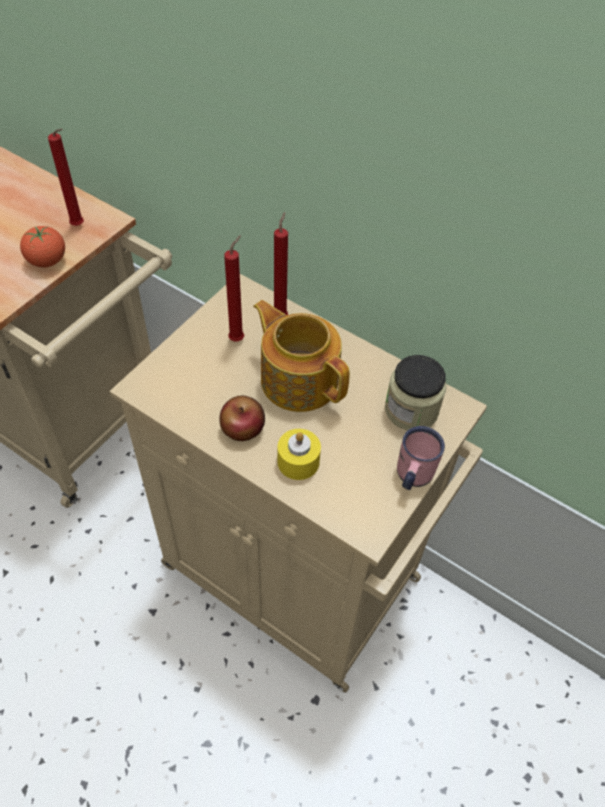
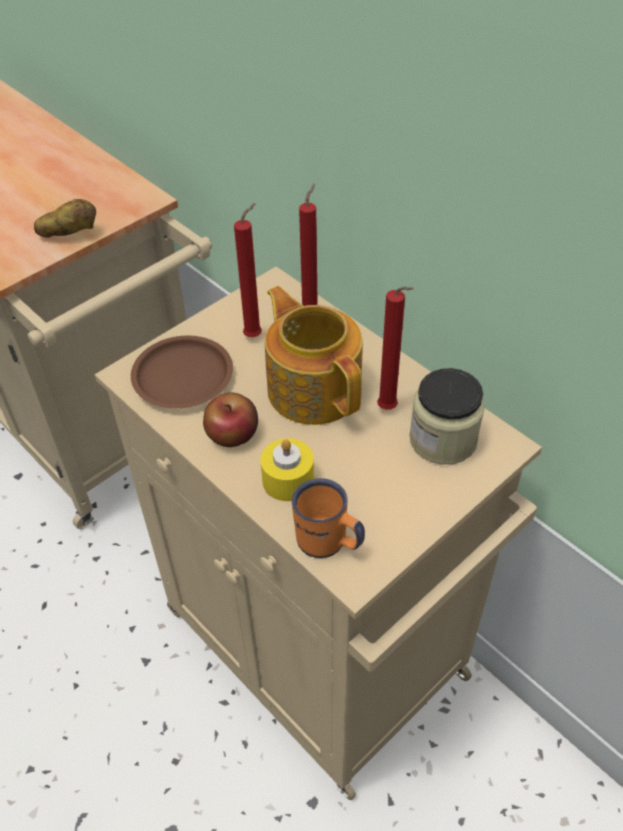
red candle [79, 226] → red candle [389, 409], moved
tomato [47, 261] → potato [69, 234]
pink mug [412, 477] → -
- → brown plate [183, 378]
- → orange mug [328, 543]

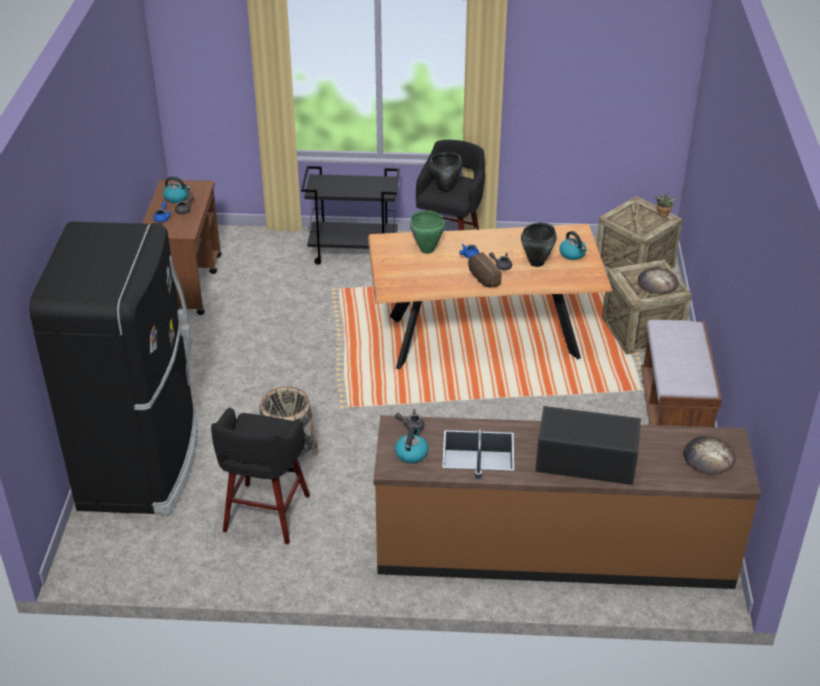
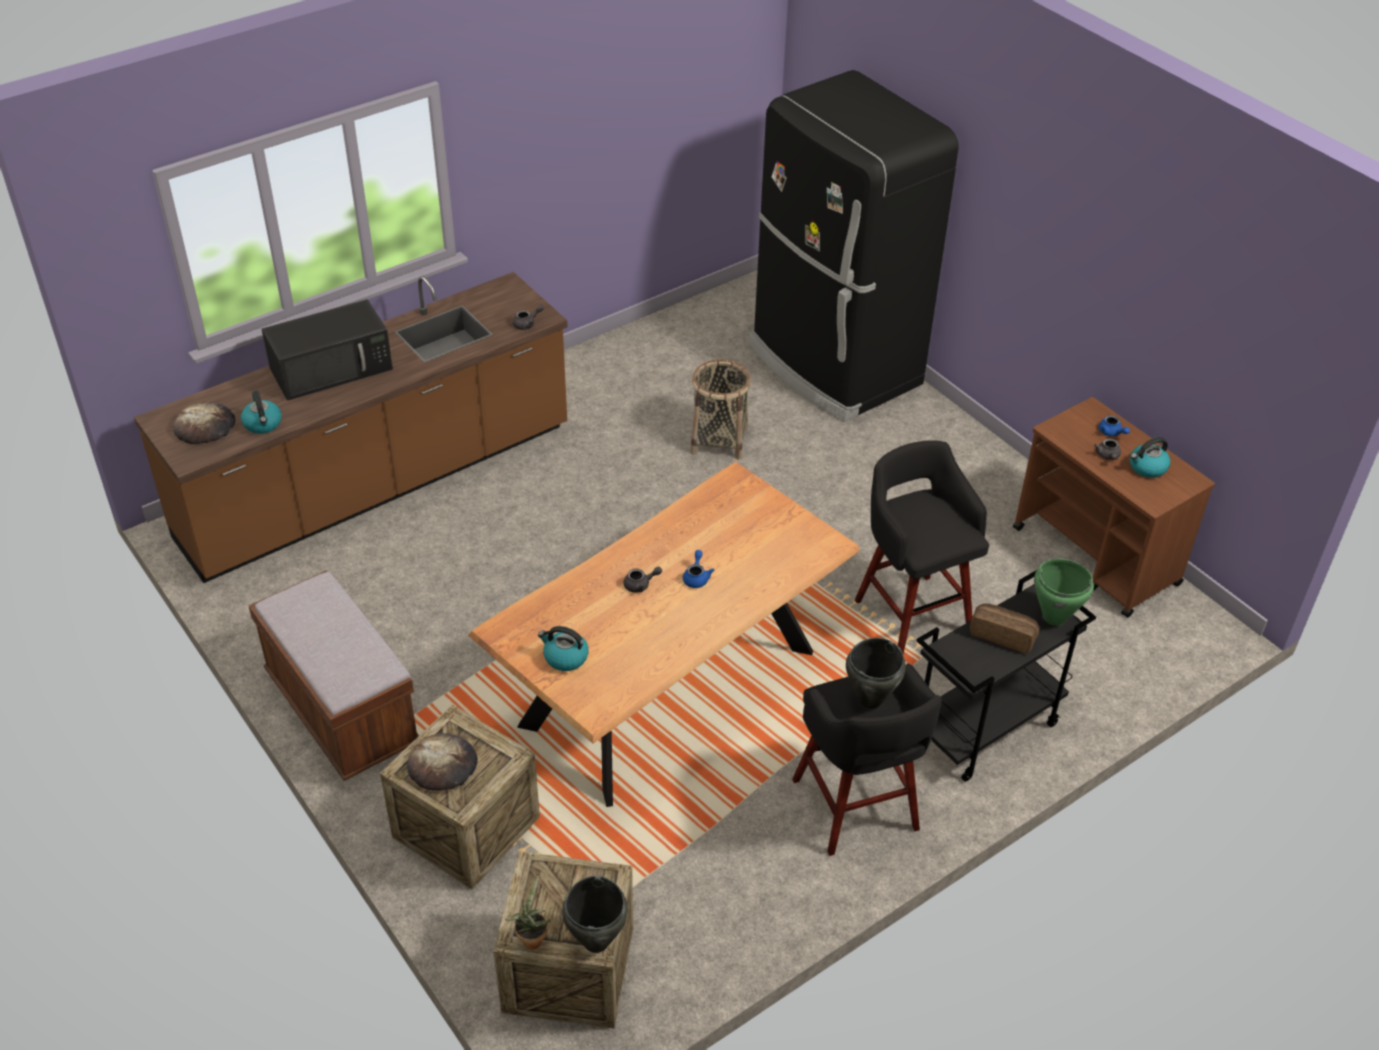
green cooking pot [427, 250] → green cooking pot [1054, 617], moved
black cooking pot [537, 263] → black cooking pot [595, 941], moved
bread [482, 278] → bread [1003, 635], moved
black stool [265, 515] → black stool [911, 613], moved
kettle [411, 453] → kettle [263, 424], moved

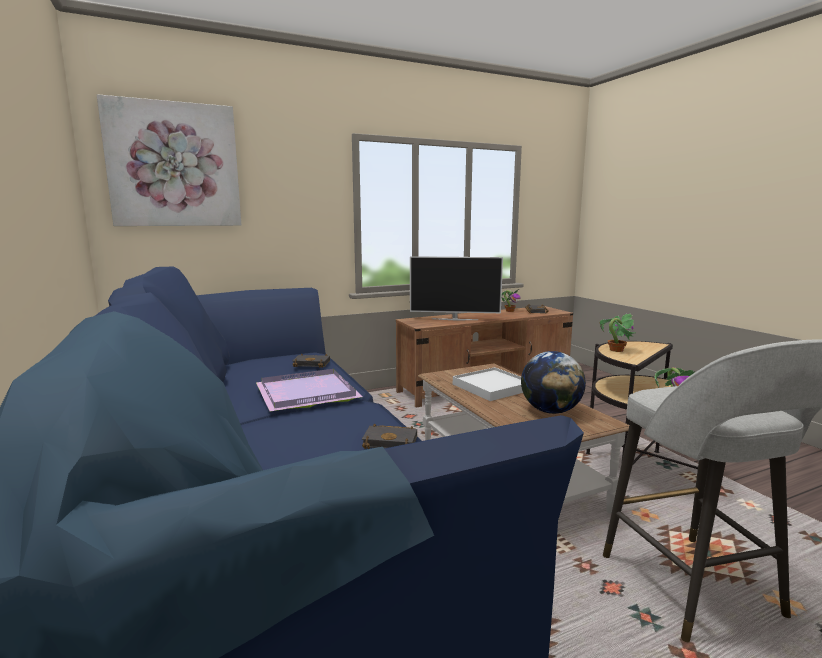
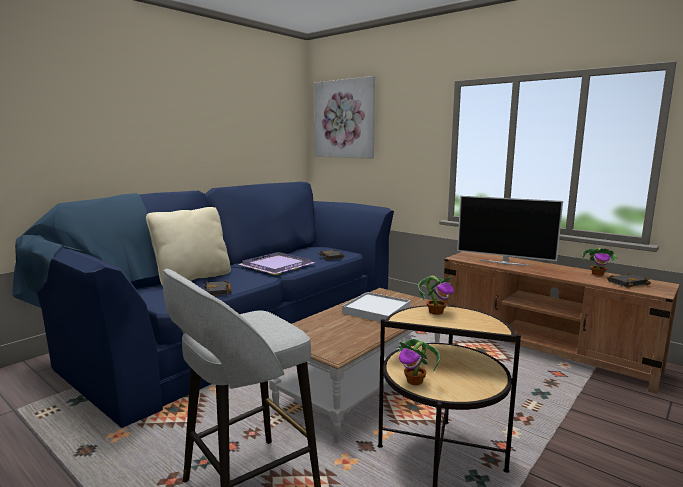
television [454, 319] → television [504, 262], 45 degrees counterclockwise
globe [550, 411] → -
- → beige pillow [192, 278]

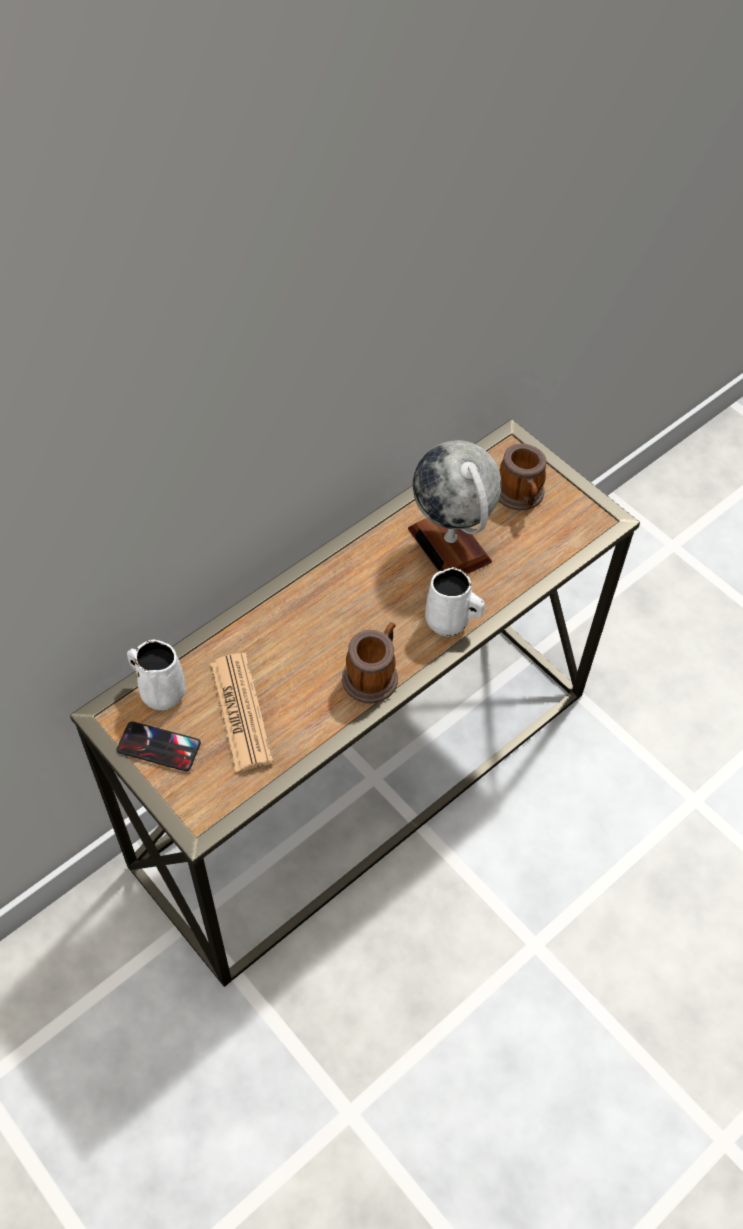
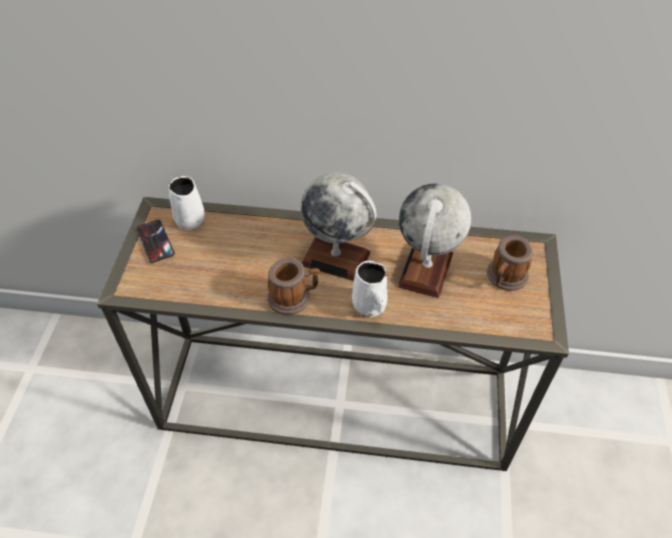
newspaper [241, 712] → -
- → globe [336, 258]

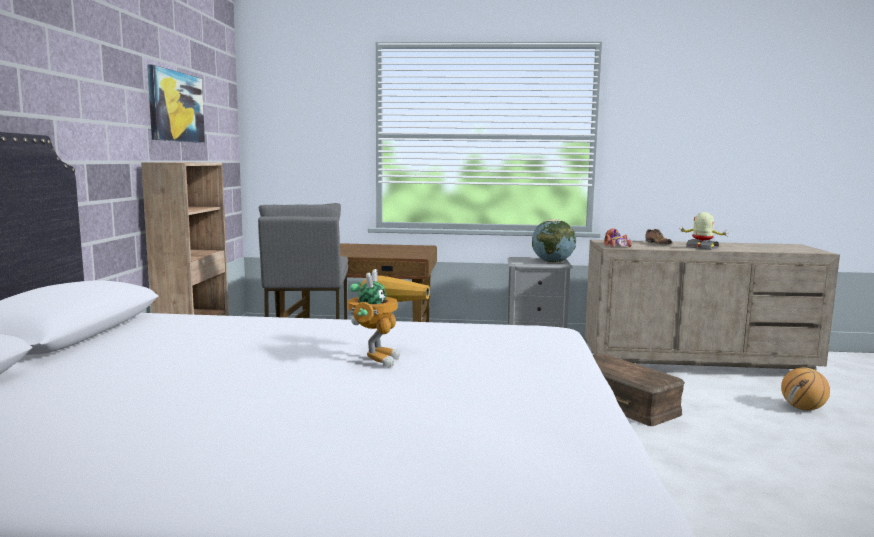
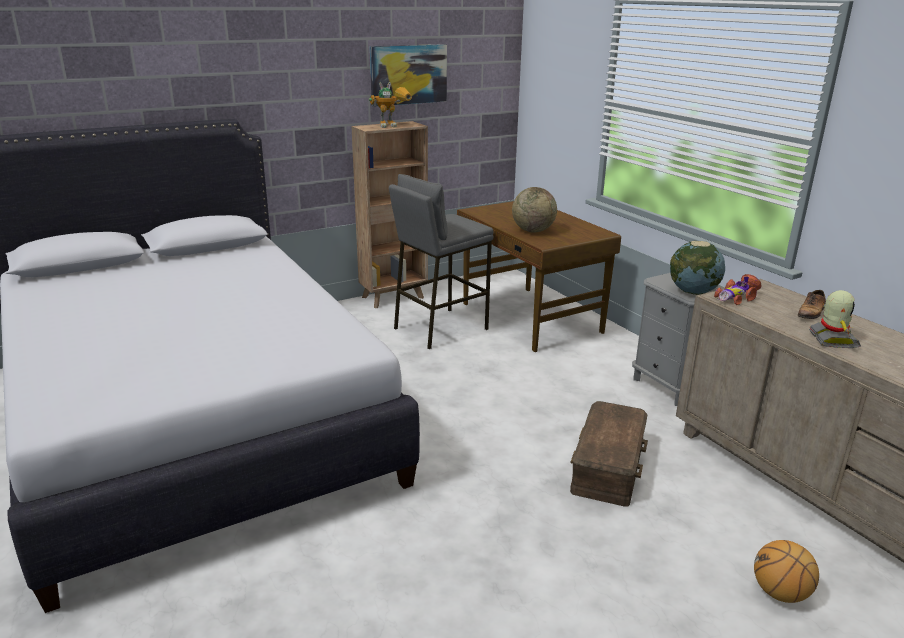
toy robot [380, 356] → toy robot [393, 125], moved
- → globe [533, 231]

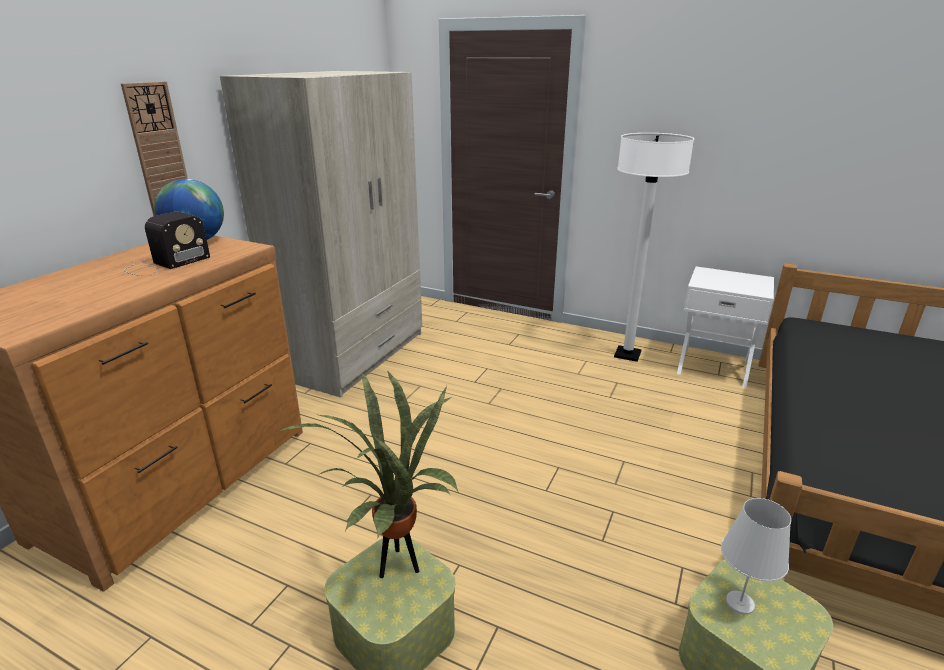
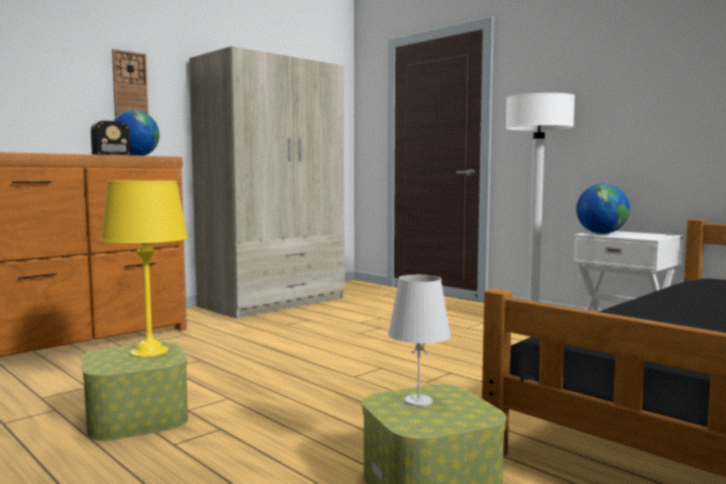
potted plant [396, 566] → yellow table lamp [149, 351]
- → globe [601, 233]

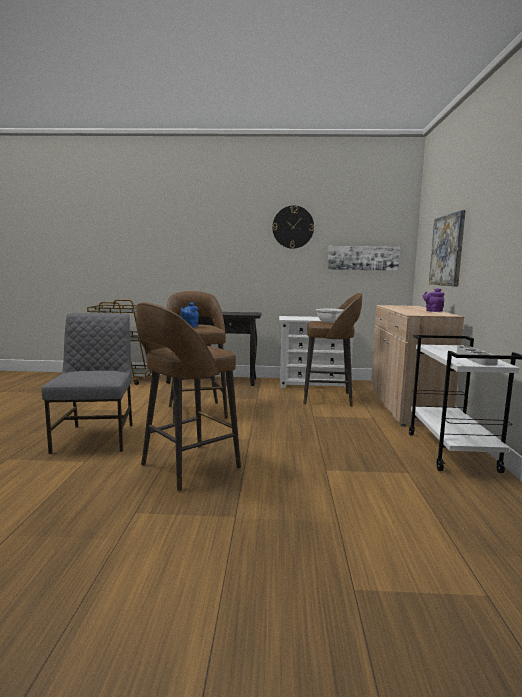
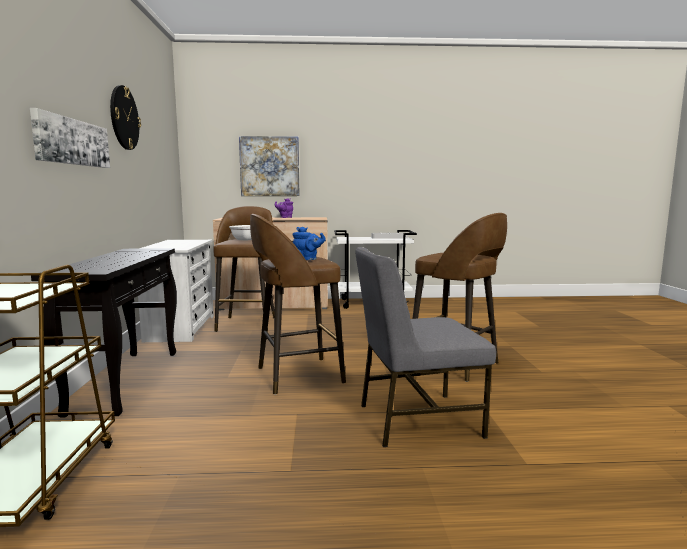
picture [362, 258] → picture [72, 142], moved

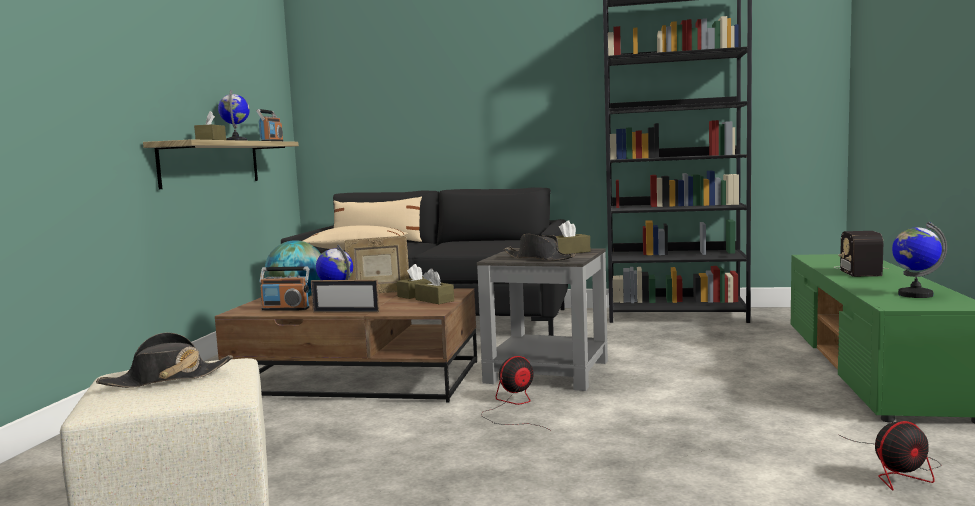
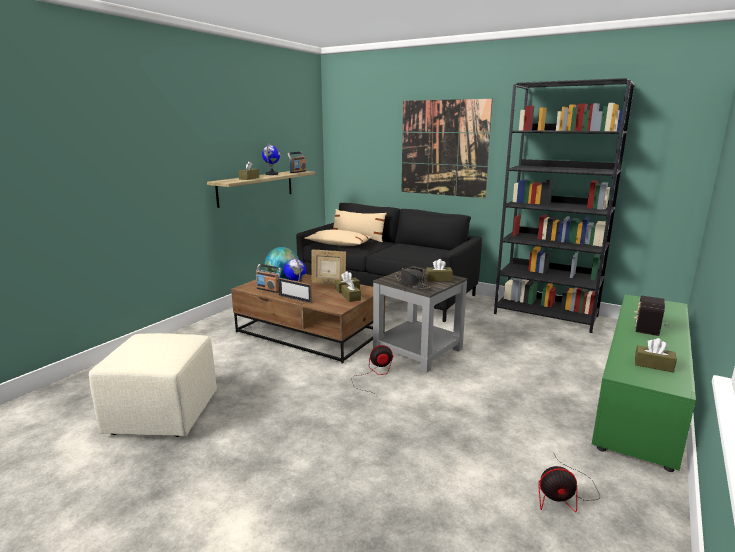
globe [915, 295] → brown tissue box [653, 365]
black hat [167, 379] → -
- → picture [443, 148]

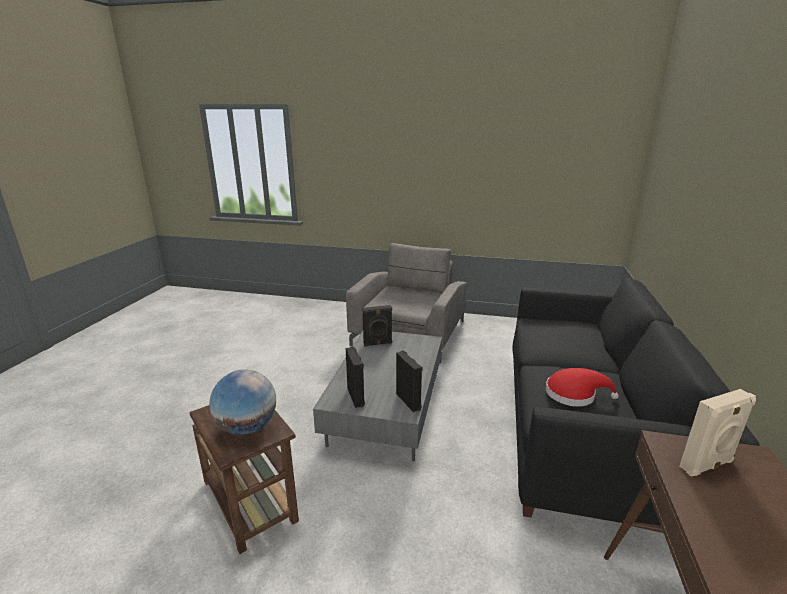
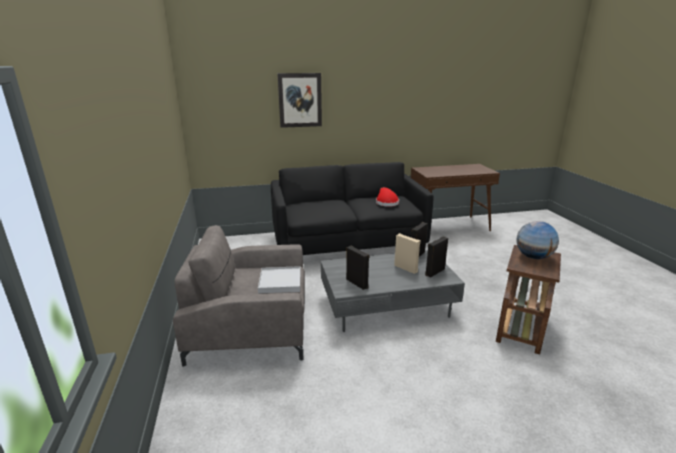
beige speaker [707, 465] → beige speaker [406, 268], moved
- → picture [300, 100]
- → white tray [280, 282]

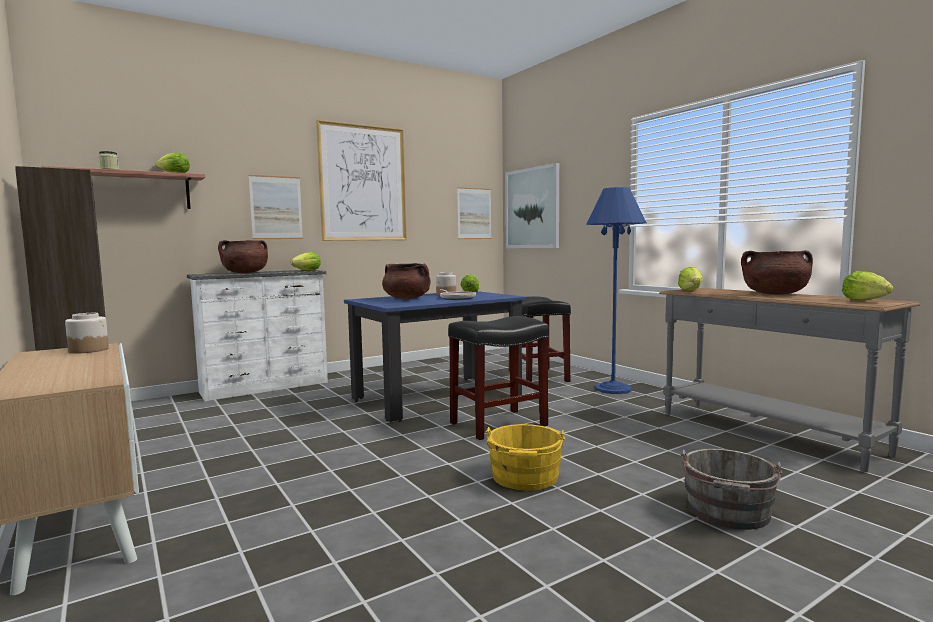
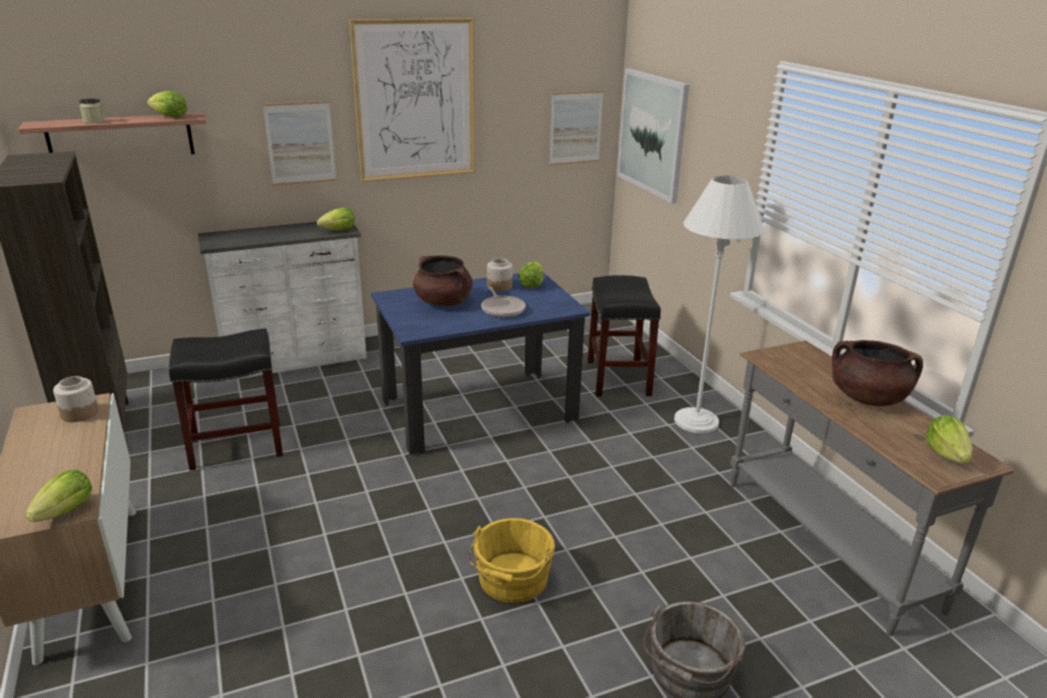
blue floor lamp [613, 389] → white floor lamp [696, 421]
brown cooking pot [245, 273] → -
lettuce [691, 291] → lettuce [66, 511], moved
black stool [498, 424] → black stool [235, 446], moved

